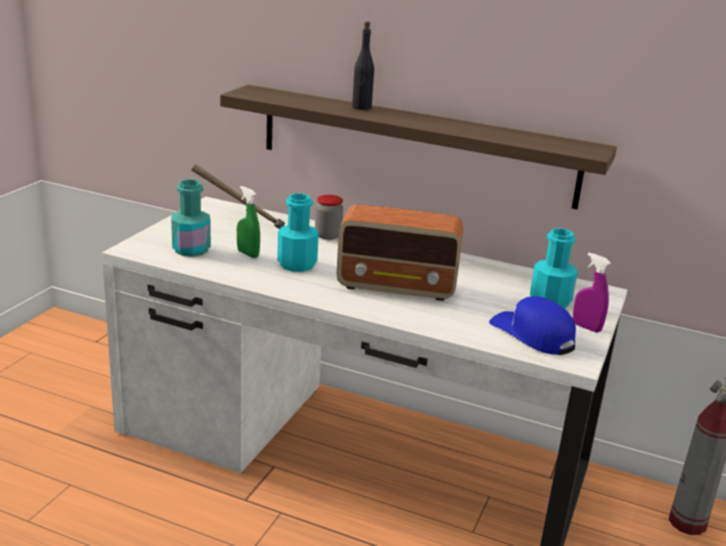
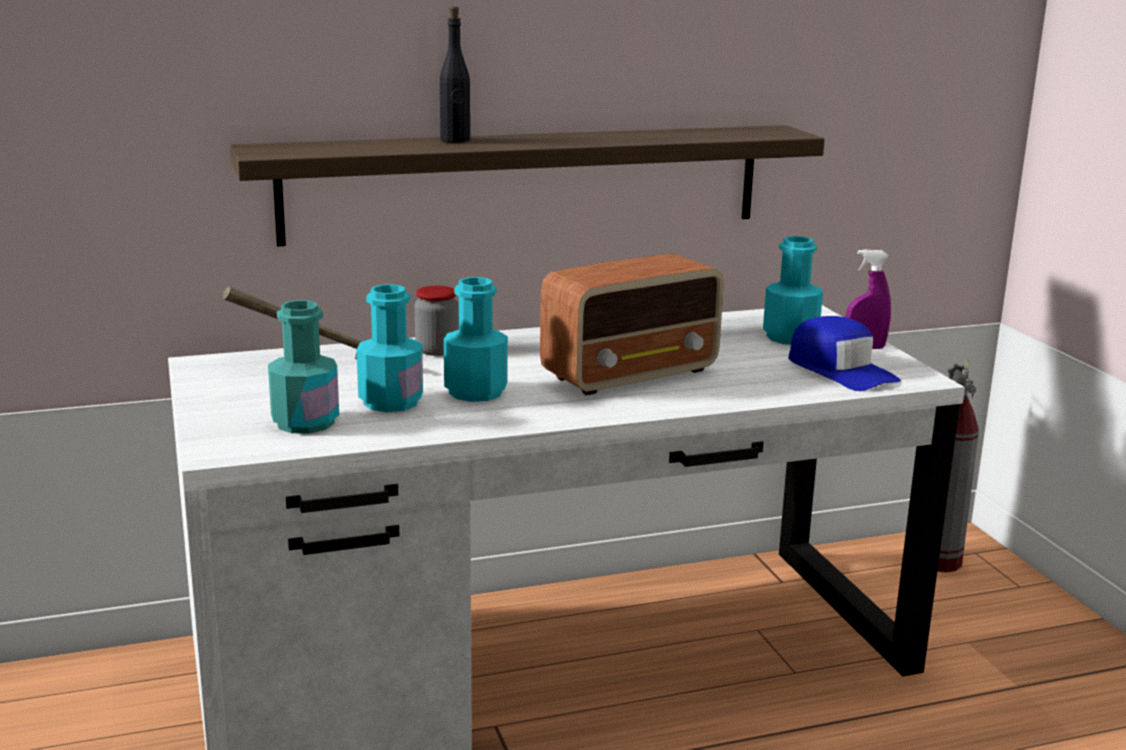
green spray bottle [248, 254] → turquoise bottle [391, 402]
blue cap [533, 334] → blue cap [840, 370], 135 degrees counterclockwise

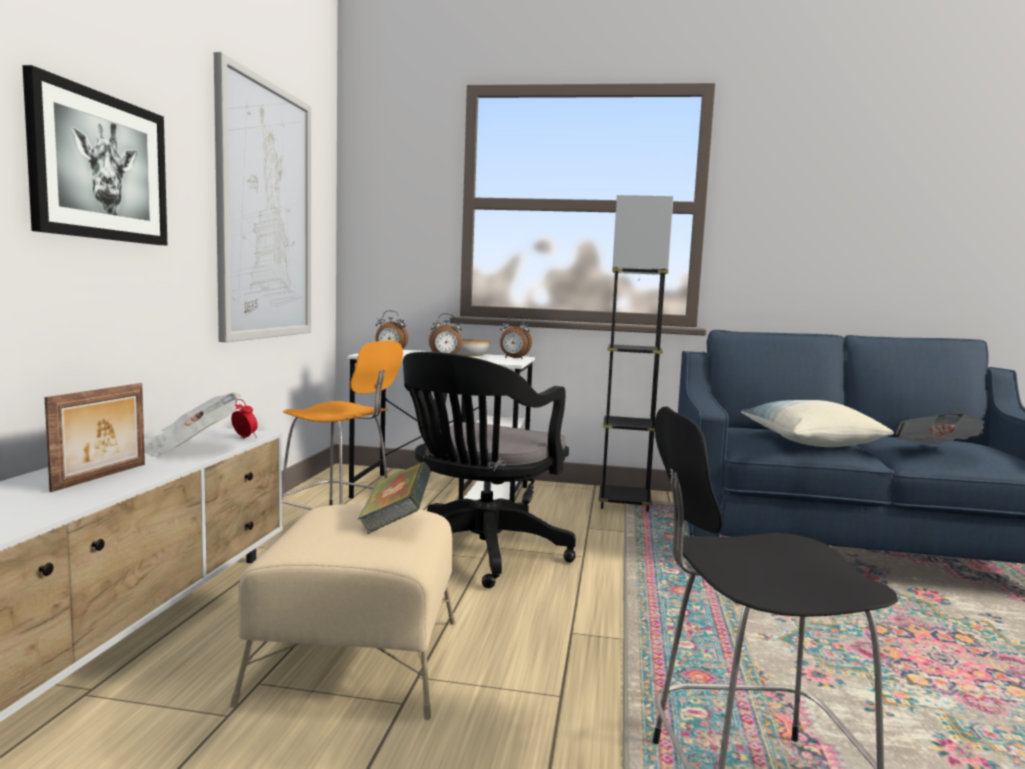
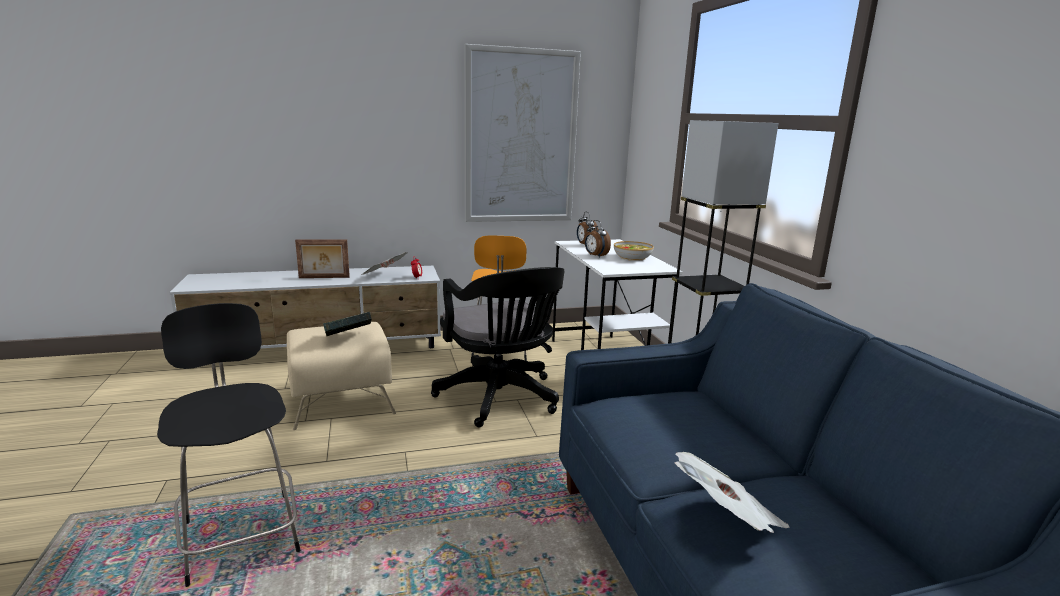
picture [100, 167] → -
alarm clock [514, 358] → -
black office chair [479, 554] → black office chair [500, 399], 120 degrees counterclockwise
pillow [810, 441] → -

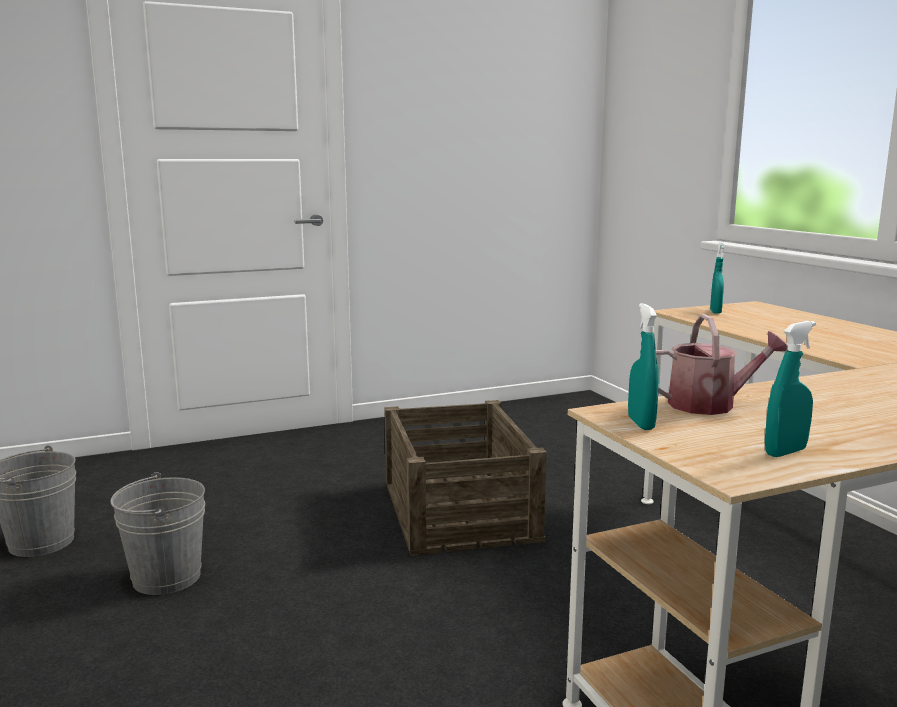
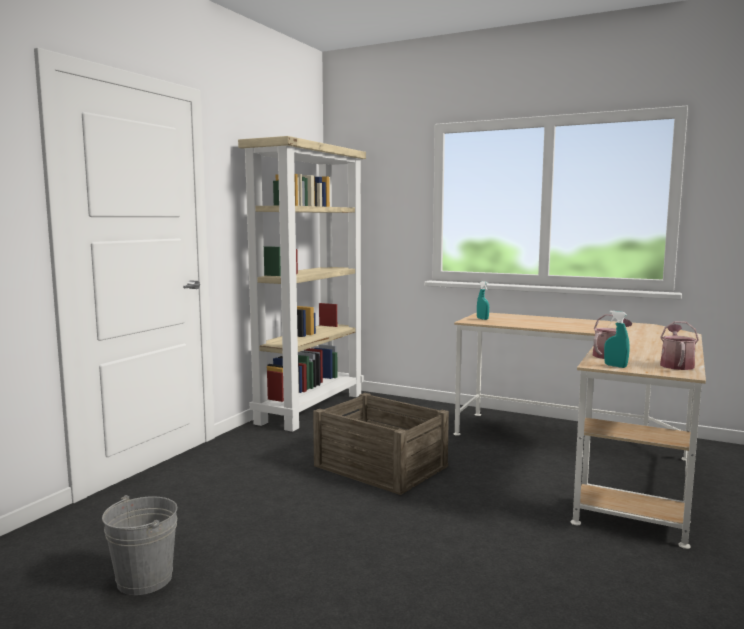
turquoise spray bottle [785, 452] → watering can [676, 365]
grey bucket [166, 577] → -
- → beige bookcase [311, 408]

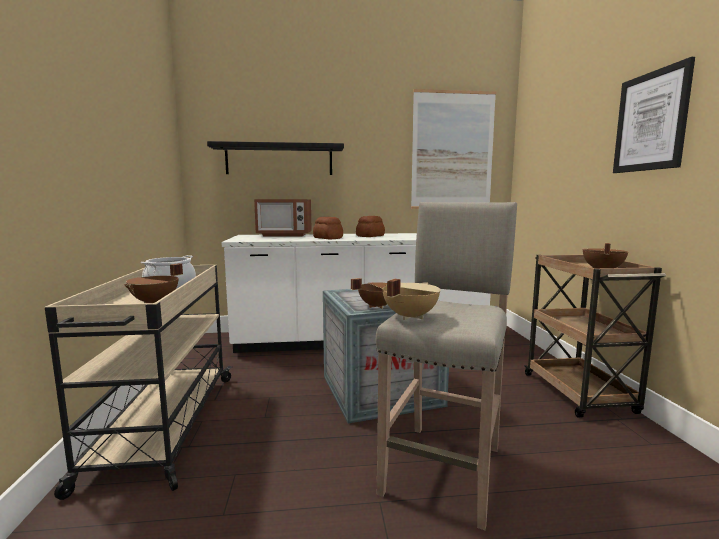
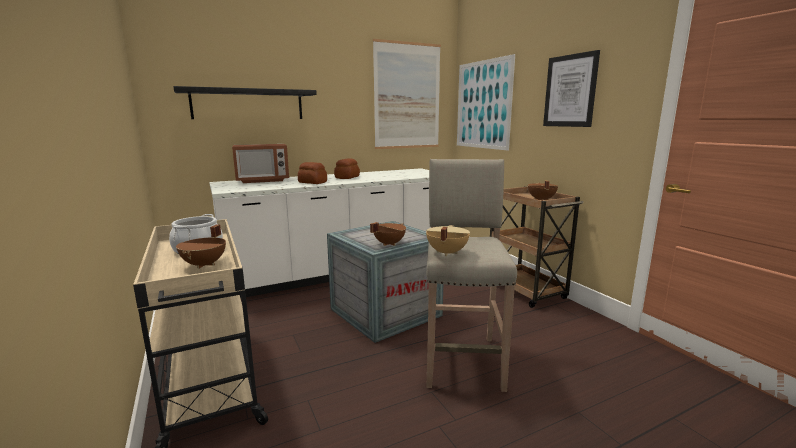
- → picture [483, 105]

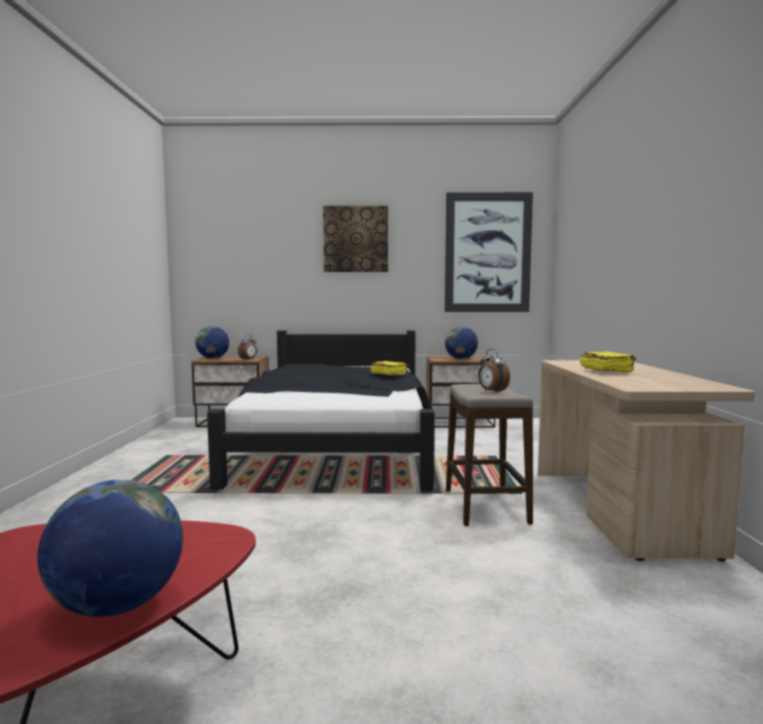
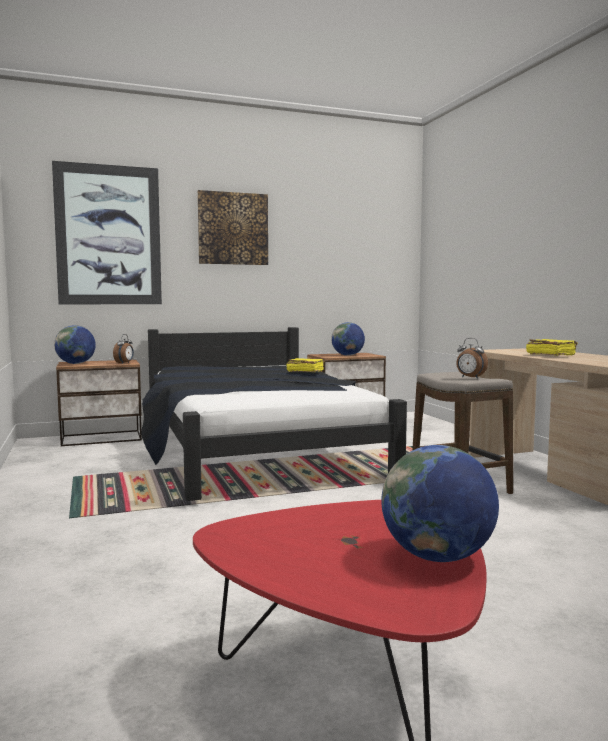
picture [487, 253] → picture [109, 235], moved

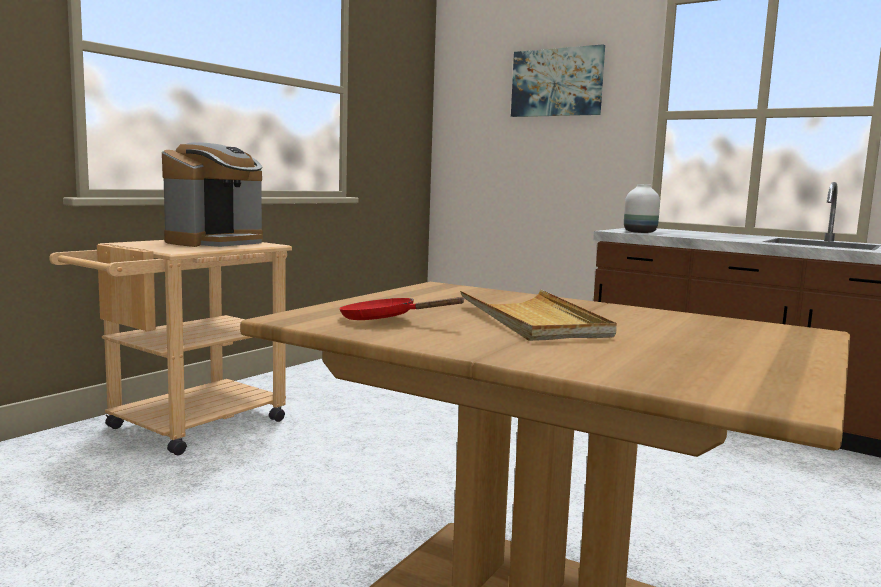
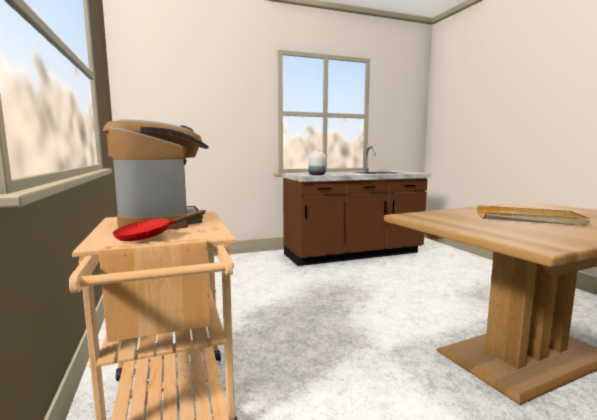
picture [557, 82] → -
red frying pan [385, 320] → red frying pan [150, 236], moved

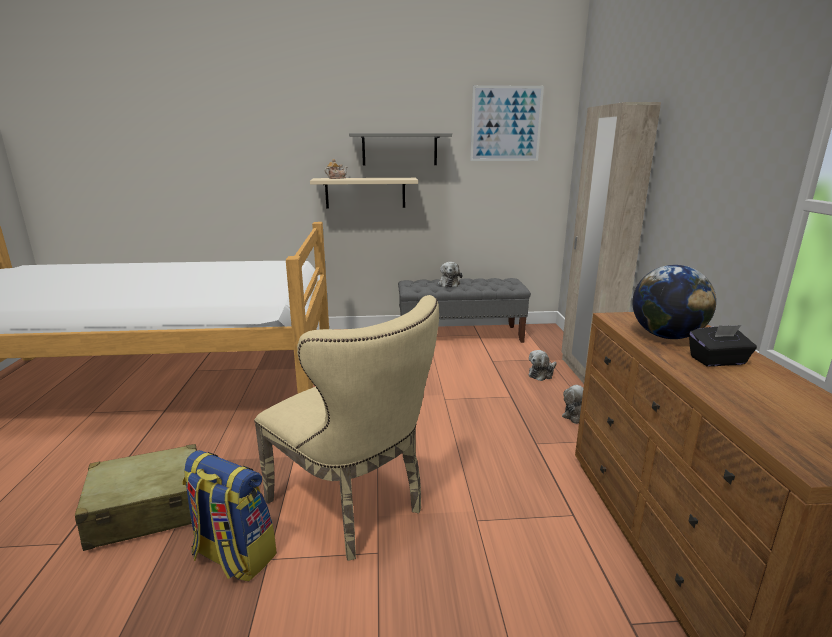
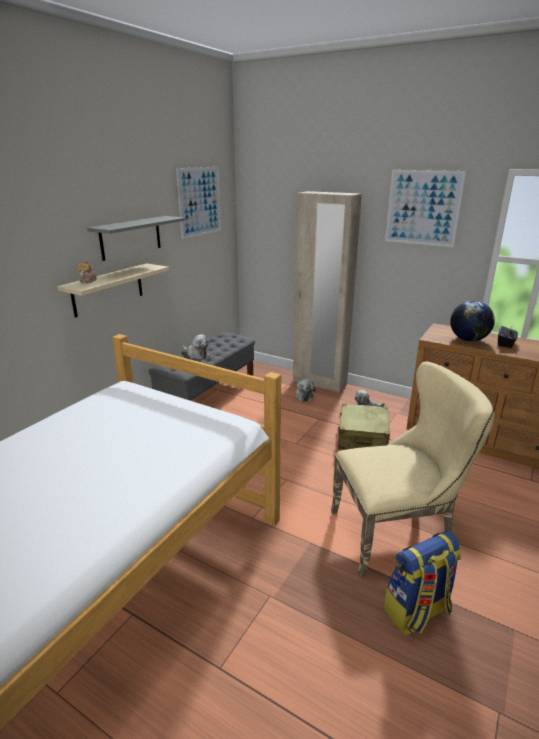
beige suitcase [148, 510] → beige suitcase [362, 438], moved
- → picture [423, 208]

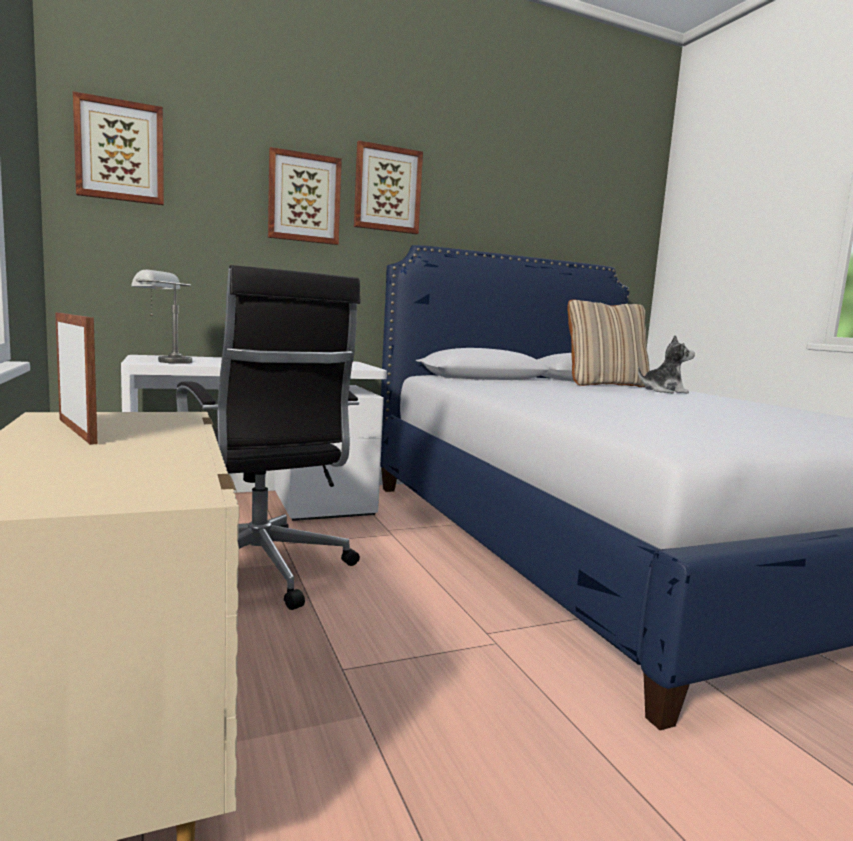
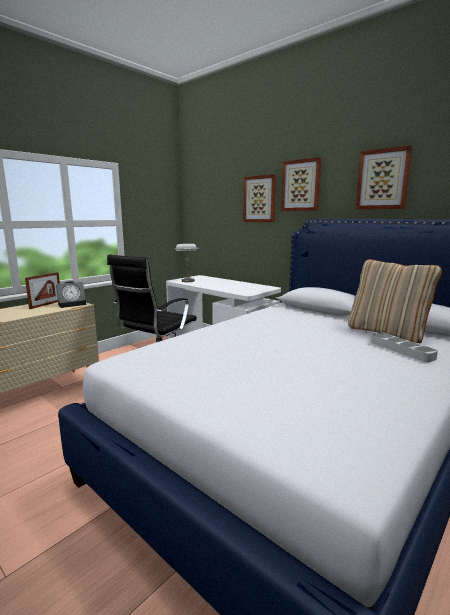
picture [120, 151] → picture [383, 179], moved
plush toy [663, 391] → grey tray [401, 350]
- → alarm clock [73, 304]

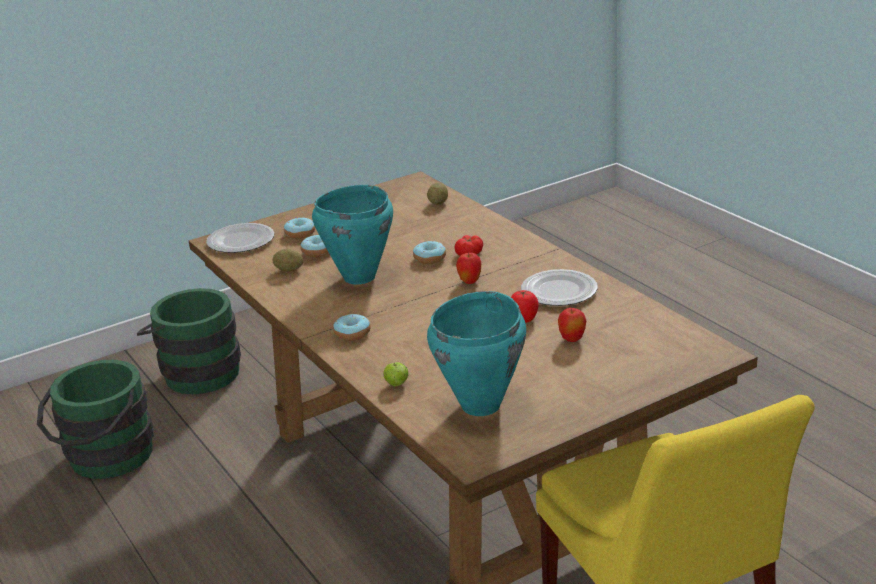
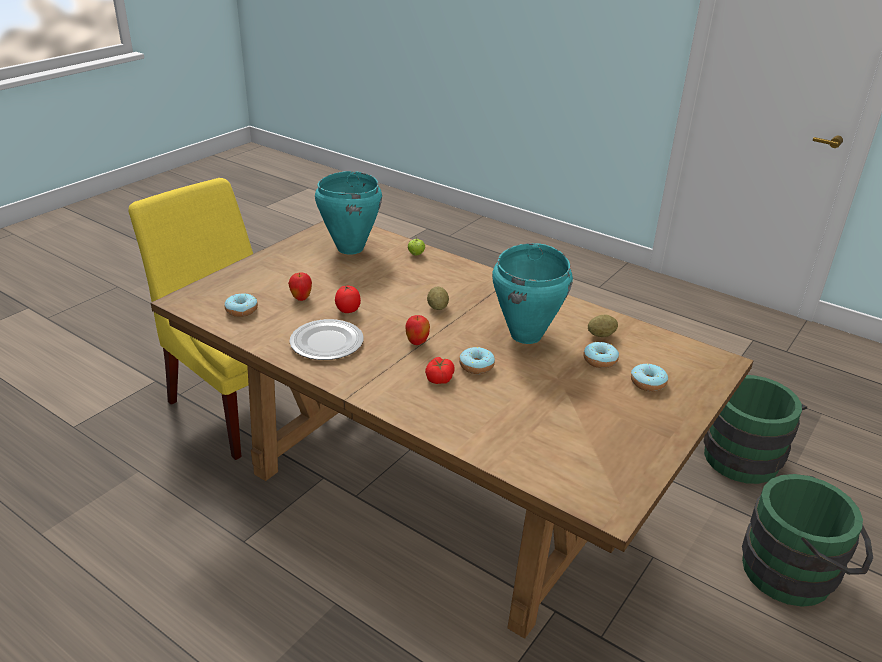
potato [438, 203] → potato [437, 307], moved
plate [241, 241] → -
donut [352, 333] → donut [241, 310], moved

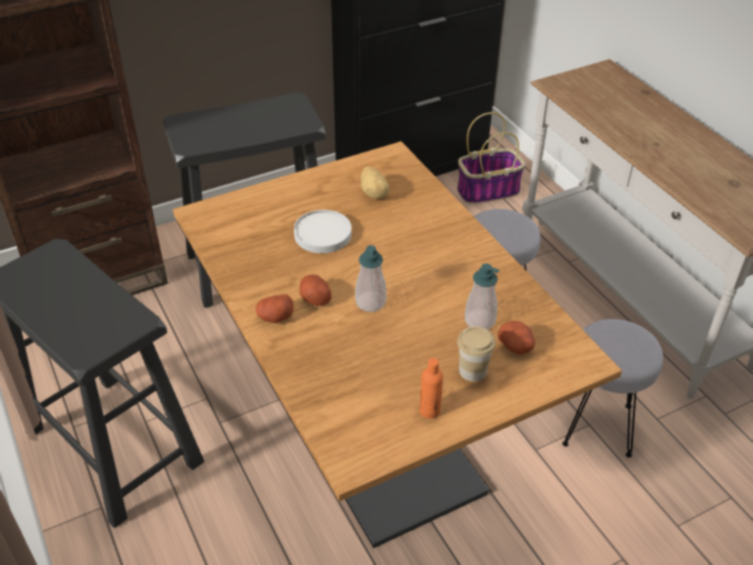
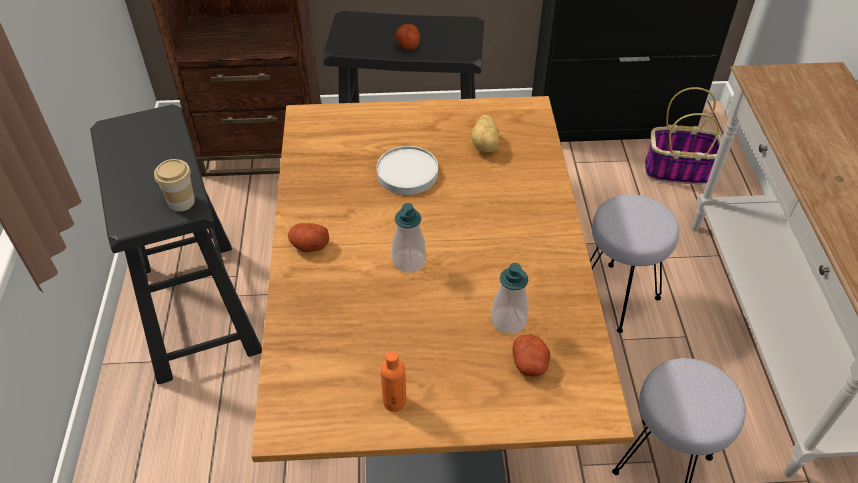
potato [314, 298] → potato [407, 44], moved
cup [473, 371] → cup [181, 202], moved

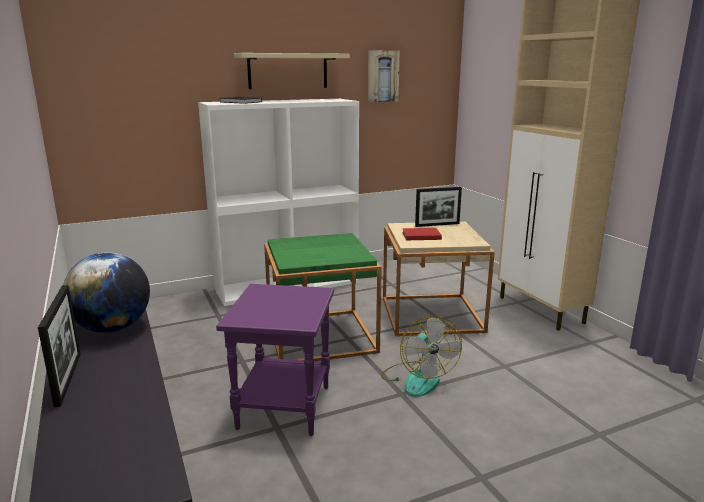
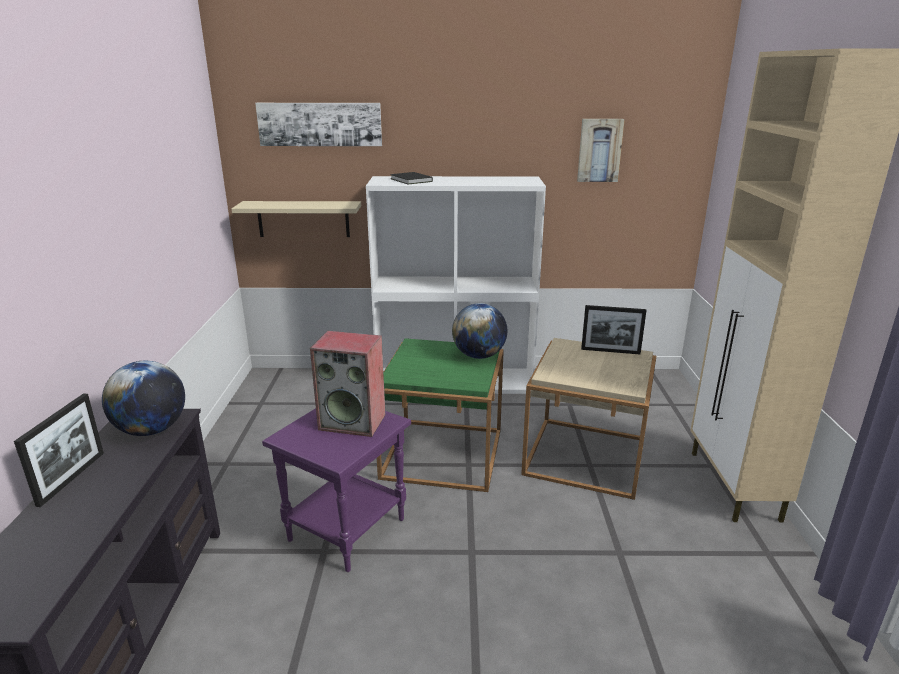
beige shelf [288, 71] → beige shelf [303, 219], moved
red book [420, 236] → -
fan [418, 378] → -
- → picture [320, 124]
- → globe [479, 356]
- → speaker [353, 421]

